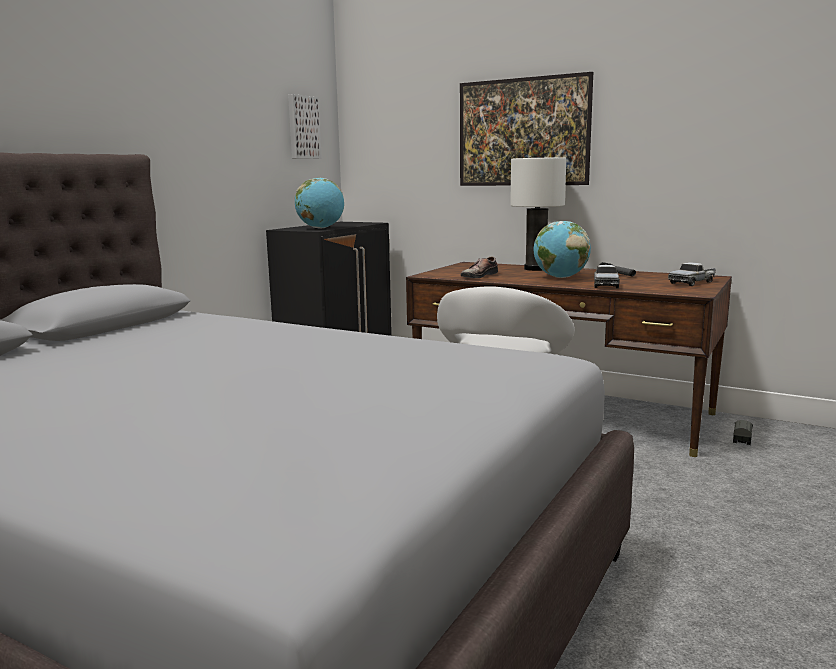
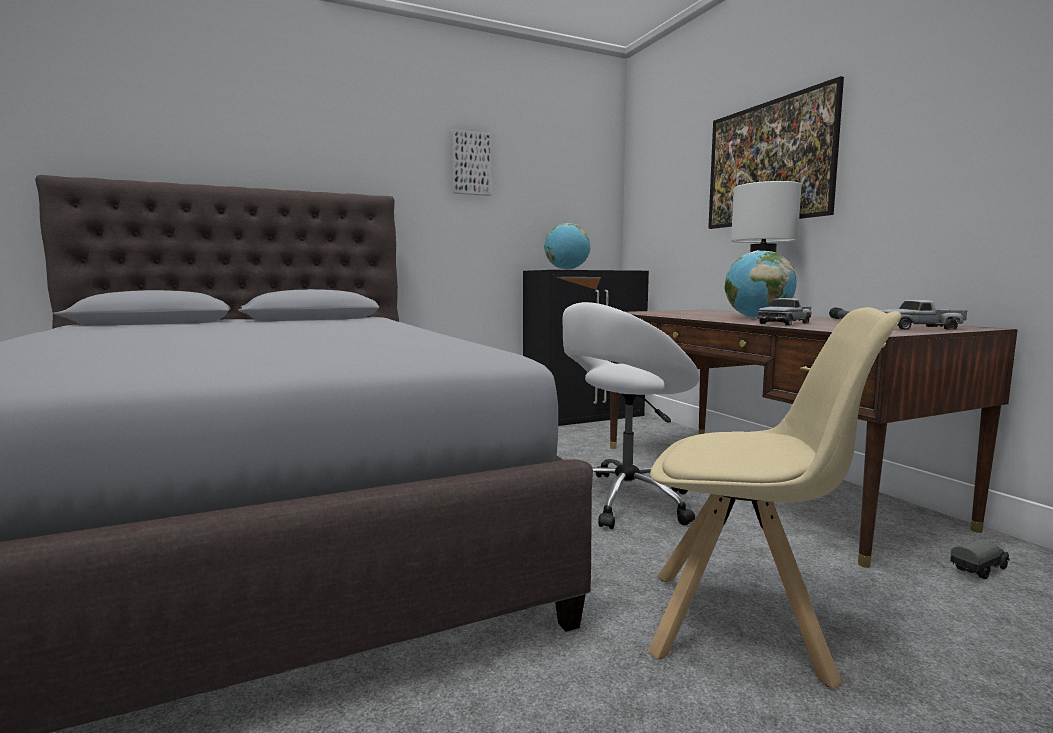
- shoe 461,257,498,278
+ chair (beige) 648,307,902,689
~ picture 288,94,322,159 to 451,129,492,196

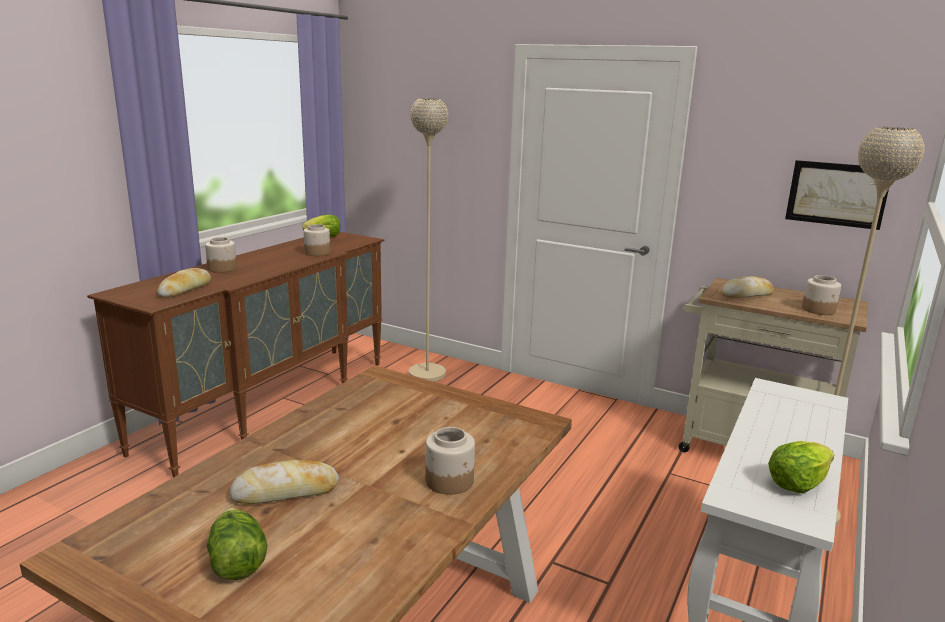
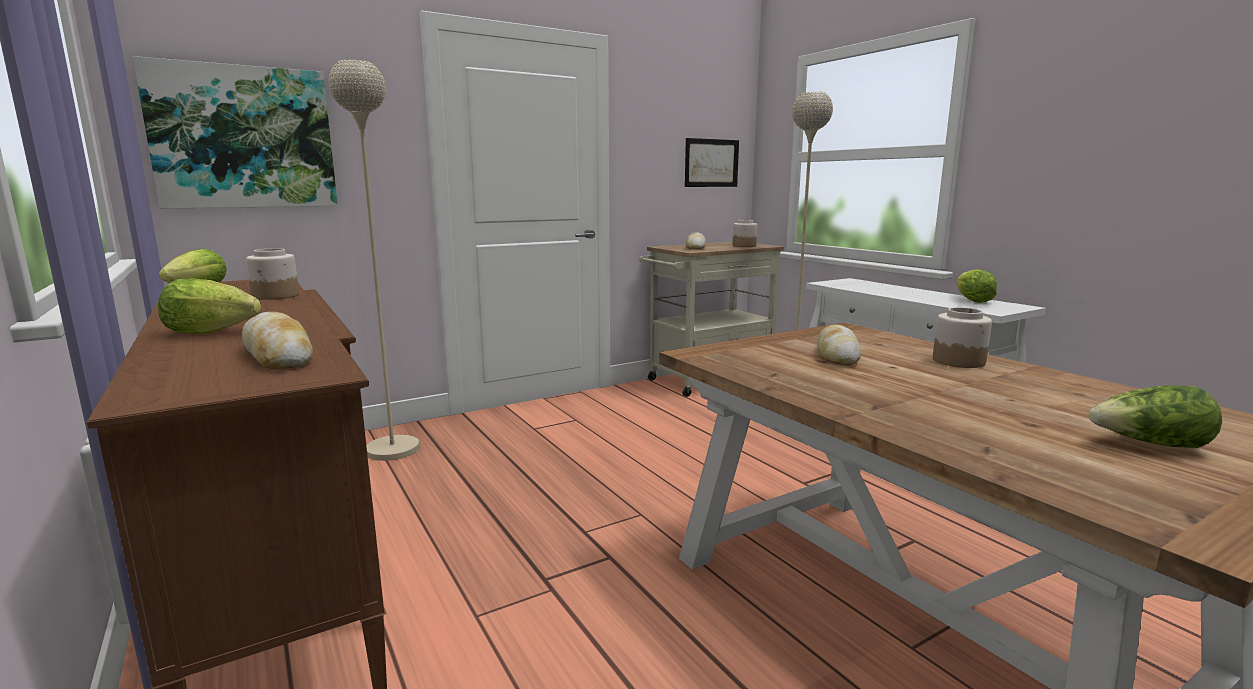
+ picture 133,56,338,209
~ bread 230,460,339,504 to 817,324,861,365
~ jar 205,237,237,273 to lettuce 158,279,261,334

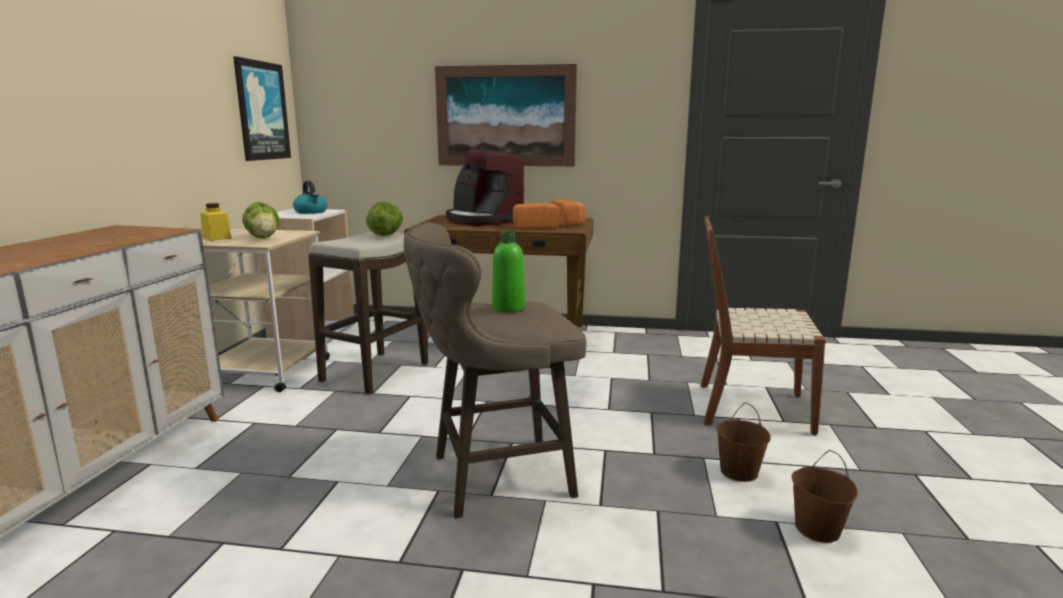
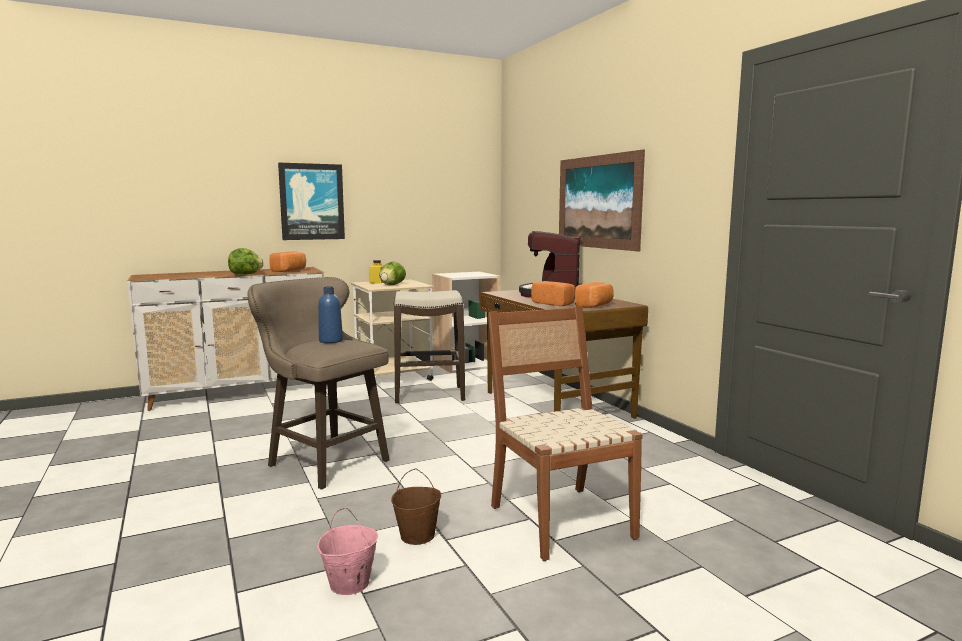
- kettle 293,181,327,214
+ bread 269,252,306,272
~ picture 233,56,291,161 to 278,163,345,240
~ lettuce 366,201,403,236 to 228,248,263,275
~ bottle (green) 492,231,525,312 to bottle (blue) 318,286,343,343
~ bucket (brown) 792,450,858,543 to bucket (pink) 318,507,378,595

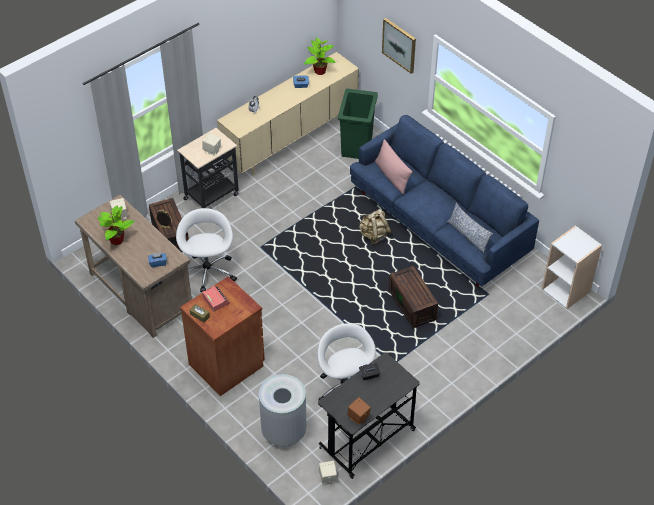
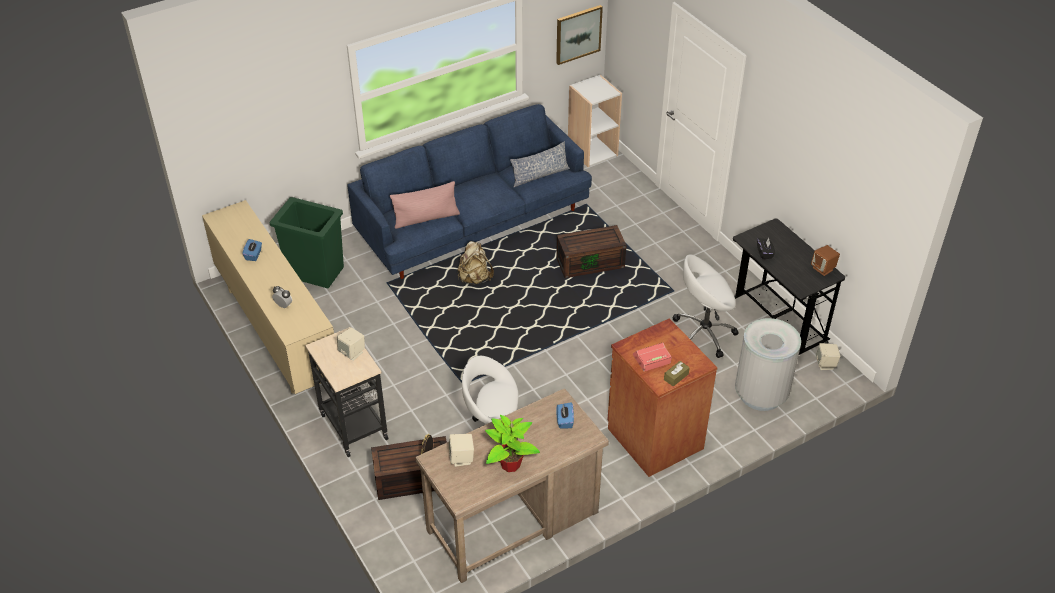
- potted plant 304,38,335,75
~ picture 382,18,416,74 to 556,5,603,65

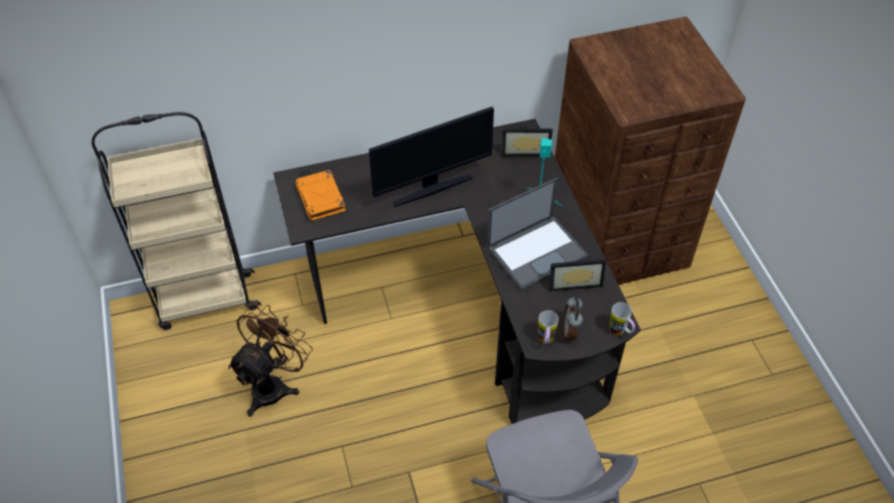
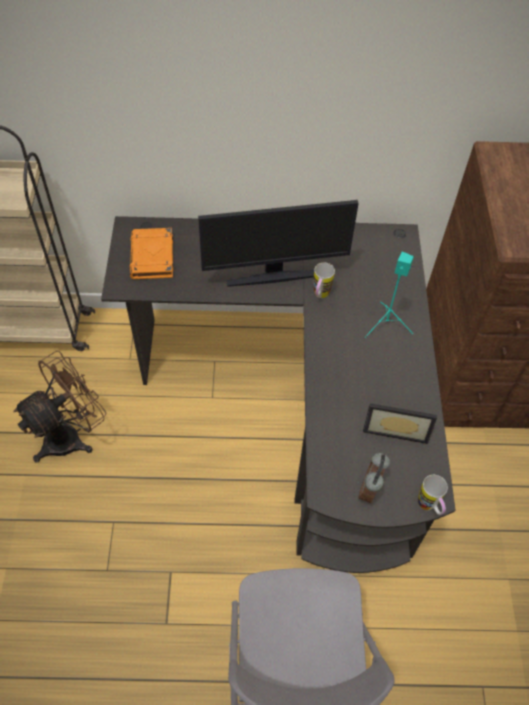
- laptop 487,178,588,291
- picture frame 502,129,552,156
~ mug 538,310,559,344 to 313,263,335,298

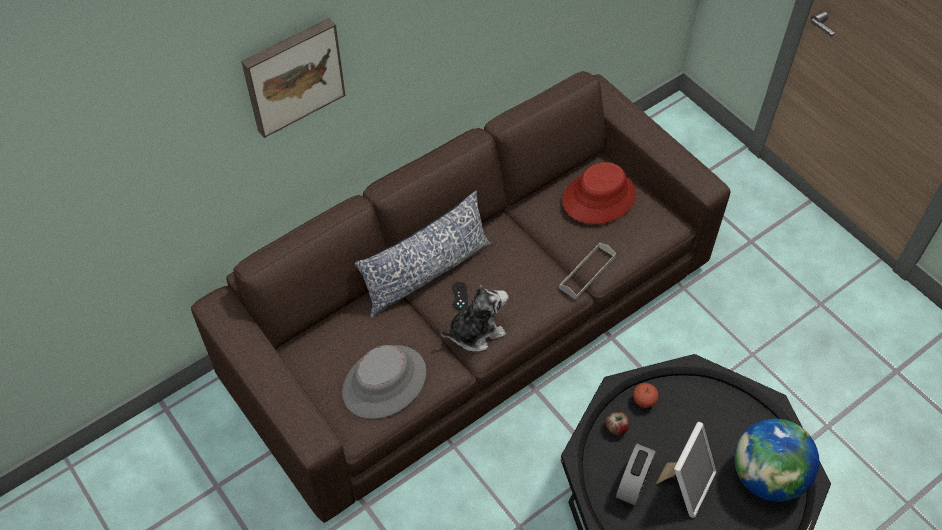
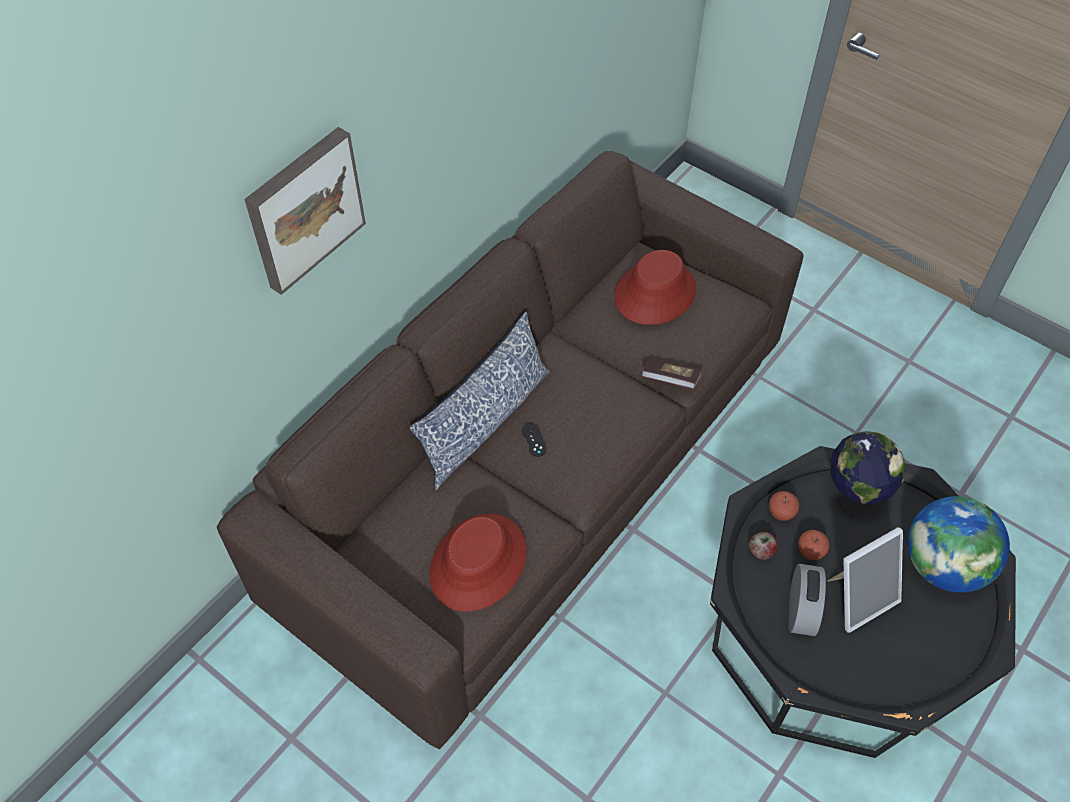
- plush toy 441,285,508,352
+ apple 798,530,829,560
+ globe 830,431,906,521
~ tray (grey) 559,243,616,300 to book 642,358,702,389
~ hat (grey) 342,345,426,419 to hat (red) 429,514,527,612
~ picture frame 657,422,716,518 = 827,527,903,633 45 degrees clockwise

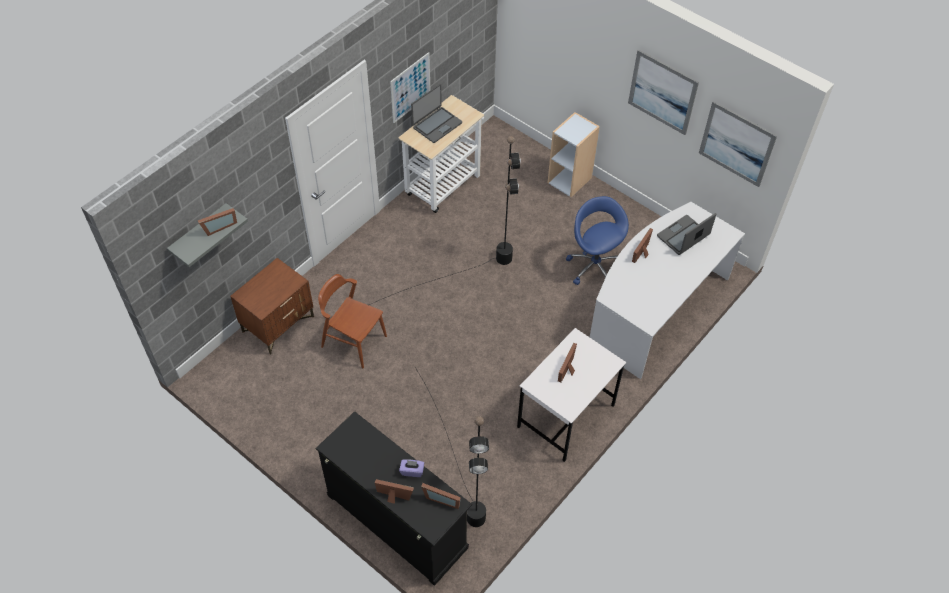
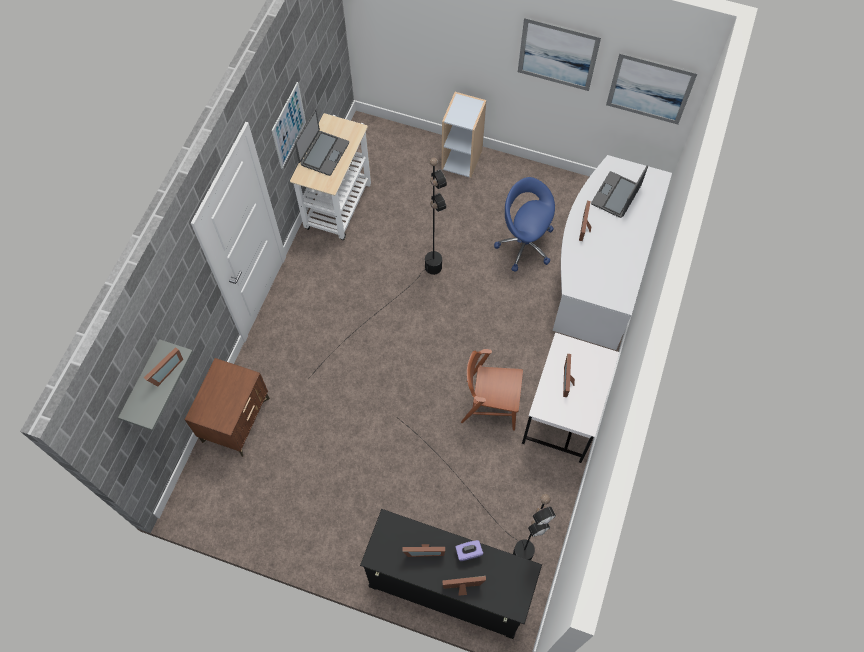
~ chair (brown) 318,274,387,368 to 461,349,523,431
~ picture frame 421,483,461,509 to 402,544,445,557

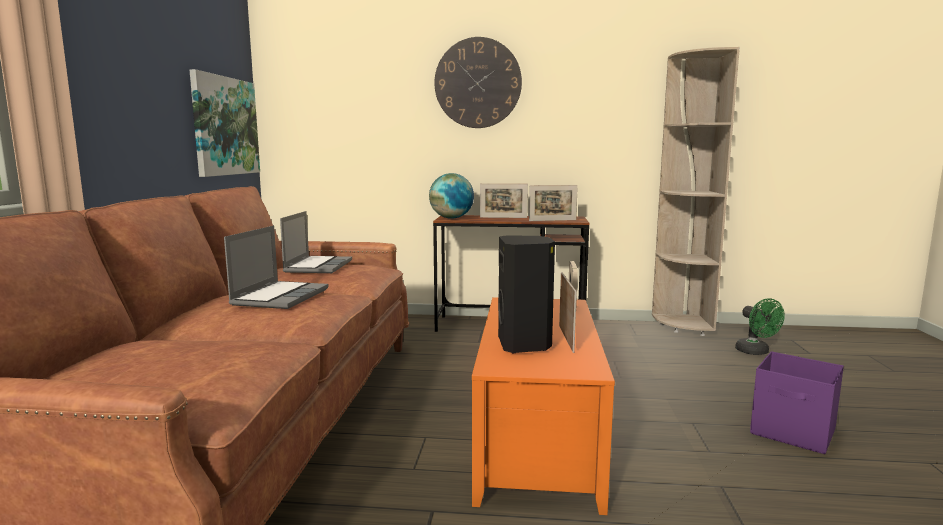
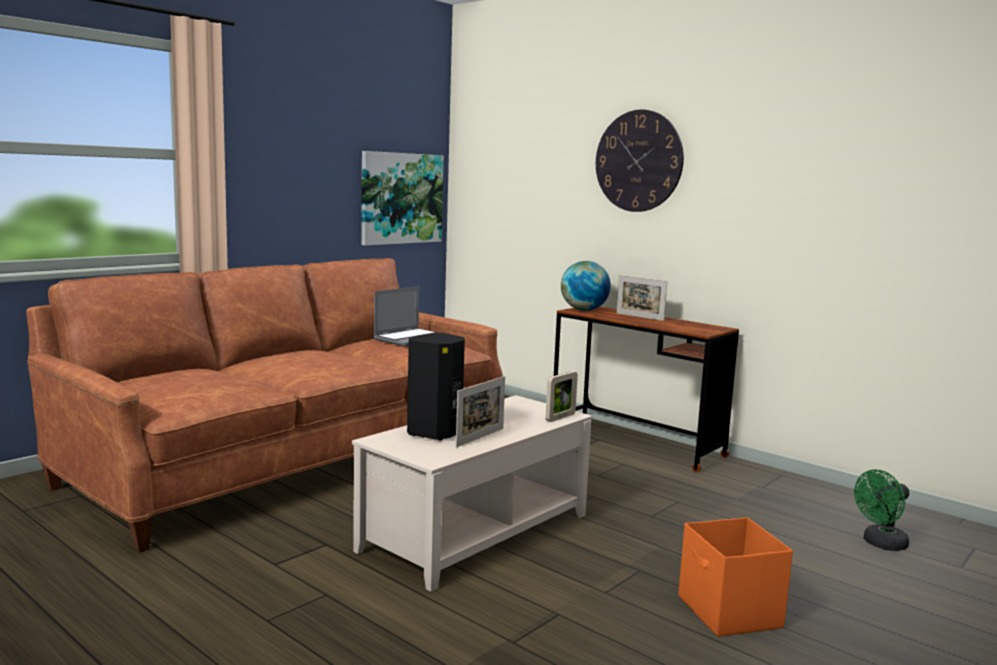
- laptop 224,226,329,309
- picture frame 529,185,578,221
- bookcase (beige) 652,47,740,336
~ coffee table (orange) 472,297,615,515 to coffee table (beige) 352,395,593,592
~ storage box (purple) 750,351,844,454 to storage box (orange) 678,517,793,637
~ fan (green) 735,299,785,355 = 854,469,909,551 45 degrees clockwise

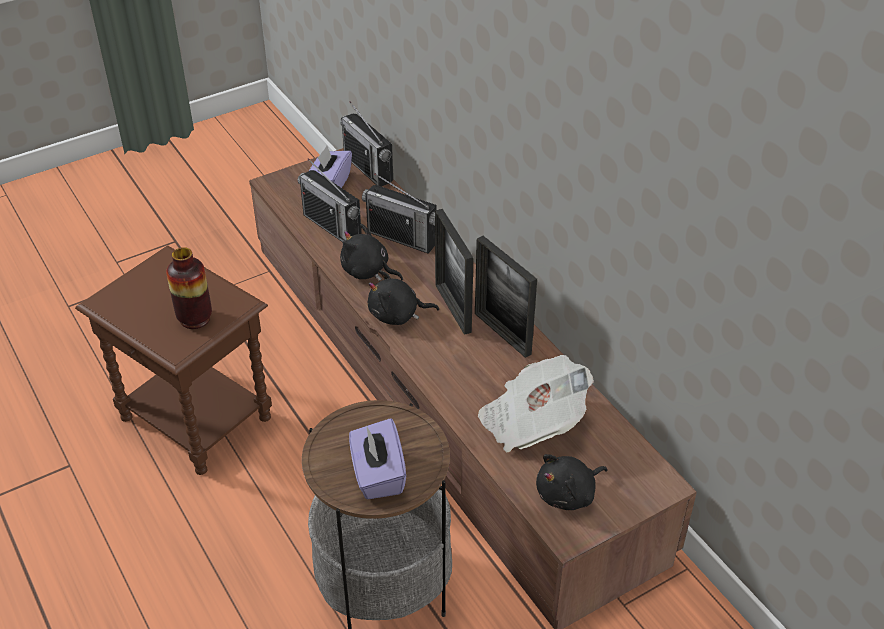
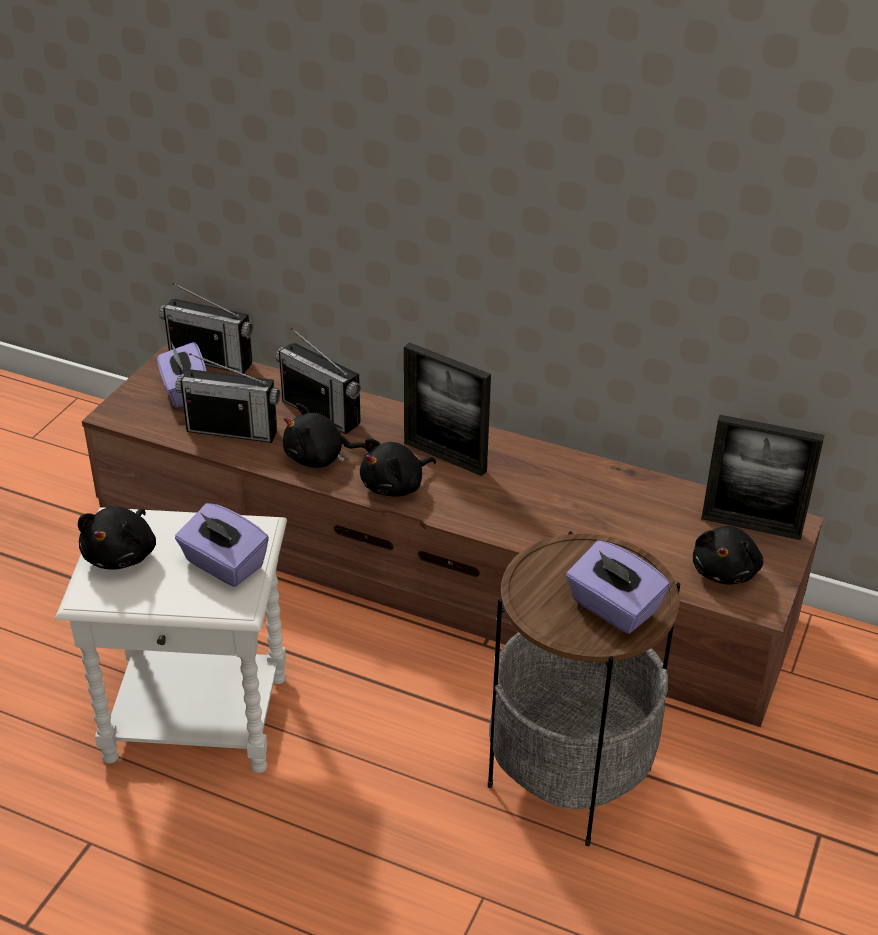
- newspaper 478,355,594,452
+ plush toy (black) 78,507,156,570
~ picture frame 475,236,537,358 to 701,415,824,540
~ vase 166,247,212,329 to tissue box (purple) 175,503,269,587
~ side table (brown) 75,245,272,475 to side table (white) 55,507,287,773
~ radio 362,174,436,254 = 275,327,361,434 45 degrees clockwise

